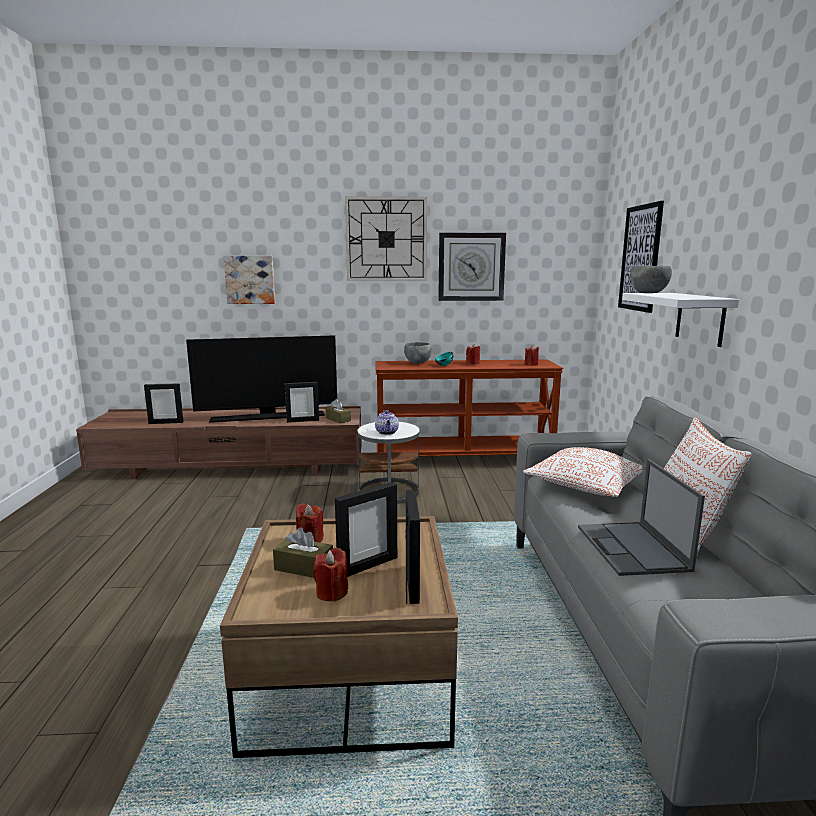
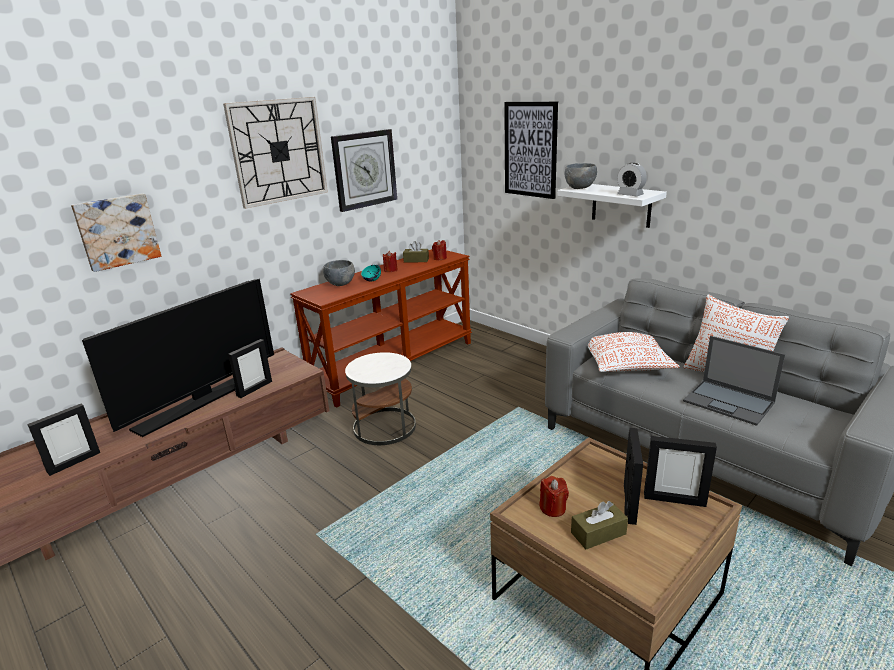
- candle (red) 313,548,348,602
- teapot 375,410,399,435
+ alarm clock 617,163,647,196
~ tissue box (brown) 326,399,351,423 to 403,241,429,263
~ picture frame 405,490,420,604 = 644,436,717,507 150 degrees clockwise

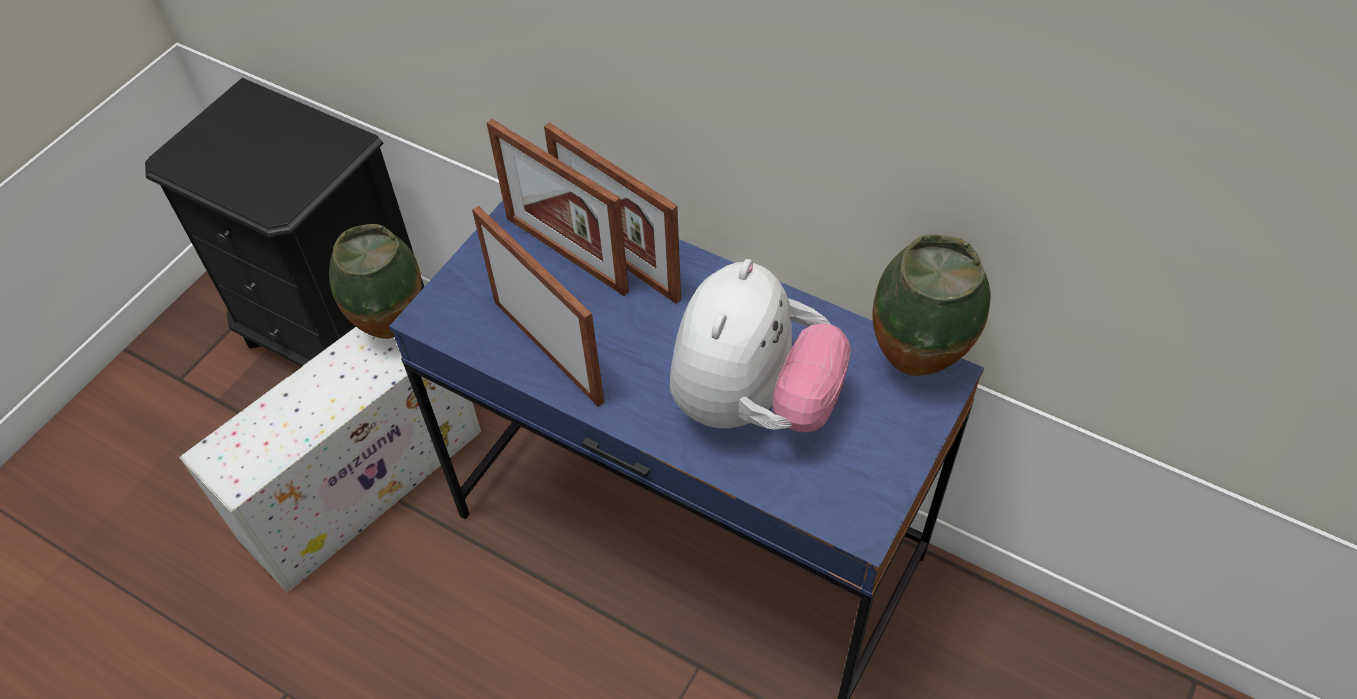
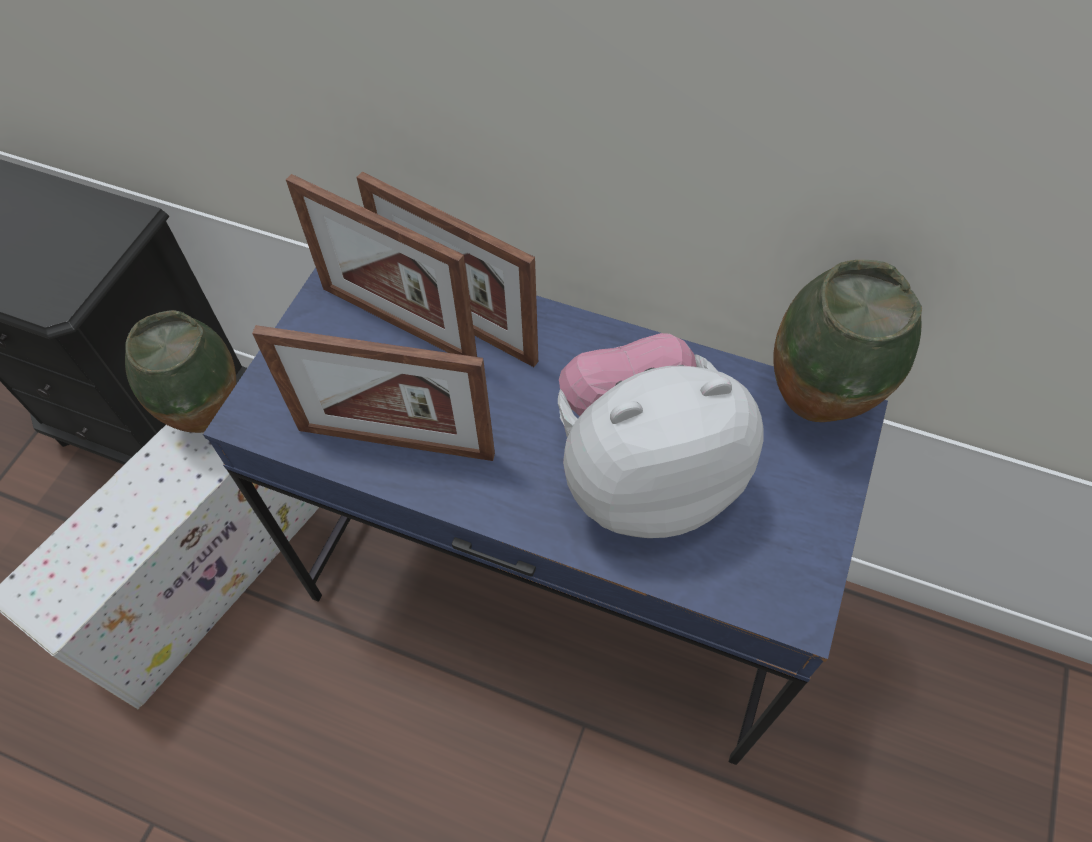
~ picture frame 472,206,604,407 = 252,325,495,461 150 degrees clockwise
~ plush toy 670,259,851,432 = 558,333,764,538 120 degrees counterclockwise

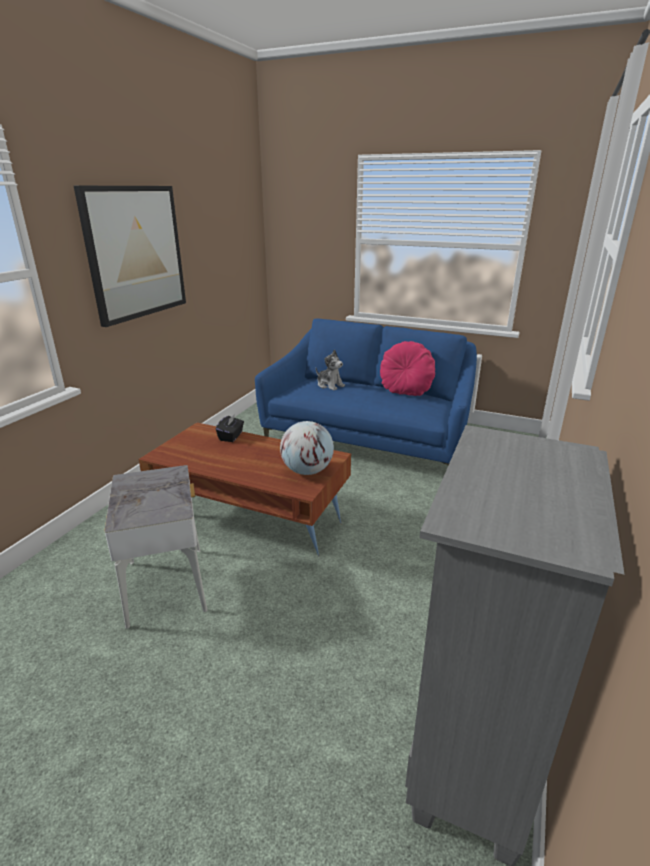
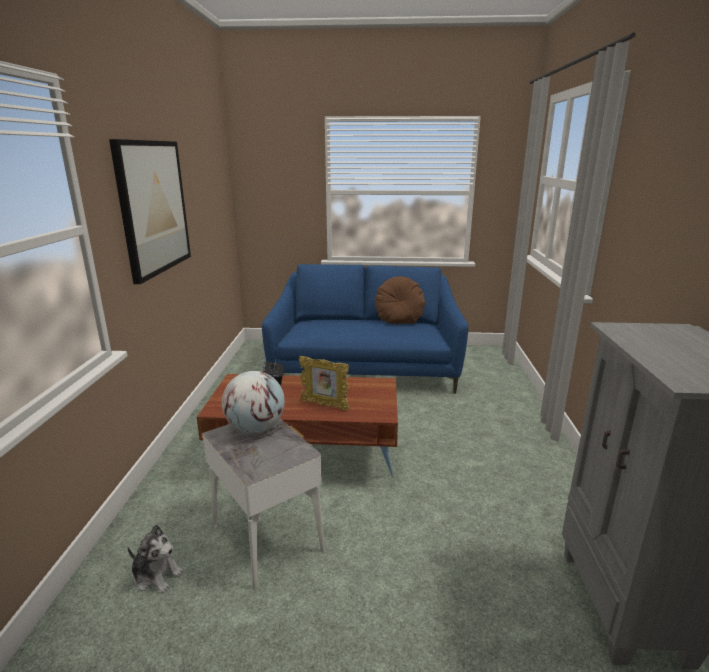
+ picture frame 299,356,349,410
~ globe 280,421,334,475 to 222,371,285,433
~ plush toy 316,350,345,390 to 127,524,184,594
~ pillow (pink) 380,341,435,396 to pillow (brown) 375,276,426,324

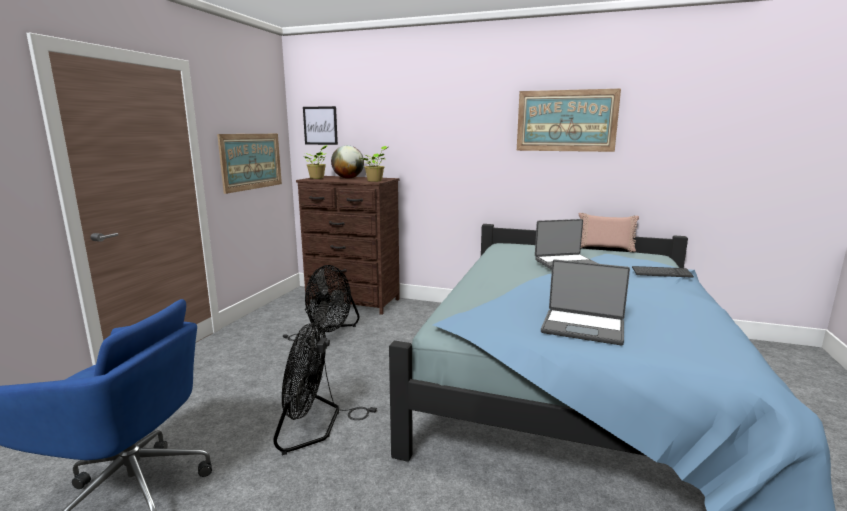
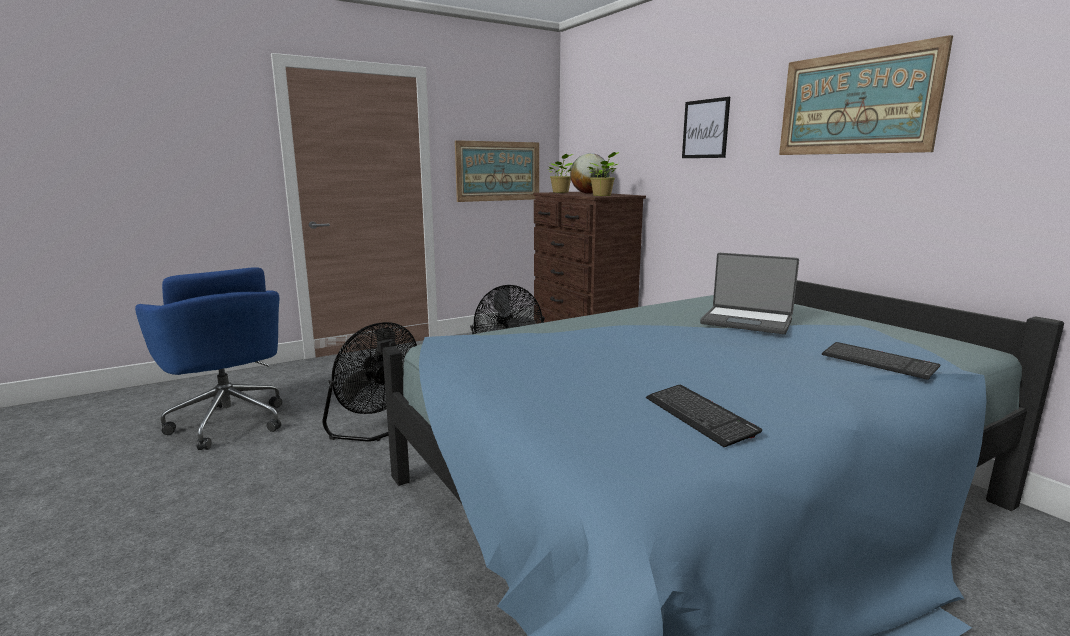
- laptop 541,260,630,345
- pillow (beige) 579,213,639,252
+ keyboard 646,385,762,447
~ picture 303,106,338,145 to 682,97,730,158

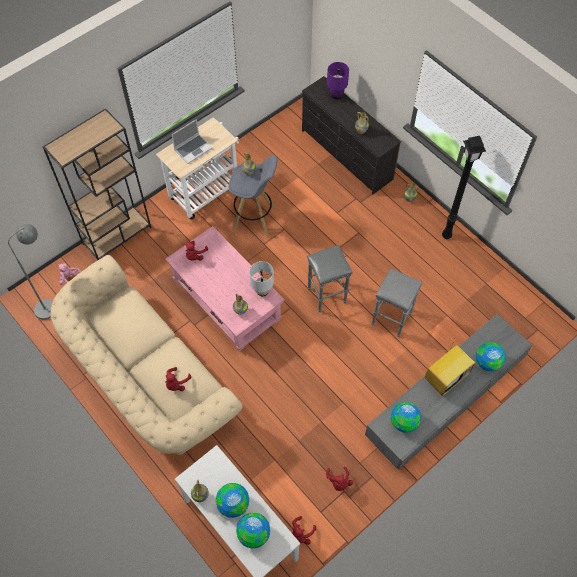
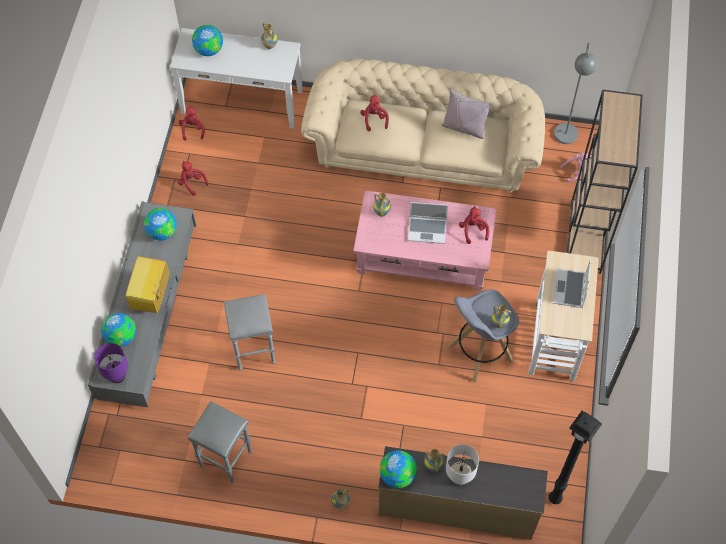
+ laptop 408,202,448,244
+ pillow (purple) 441,89,492,139
~ globe 216,483,249,518 to 380,450,417,488
~ table lamp (white) 249,261,274,296 to 446,444,479,485
~ stool (grey) 307,245,352,312 to 187,401,252,483
~ table lamp (purple) 327,62,349,99 to 94,343,128,383
~ floor lamp (black) 442,136,486,239 to 549,411,602,504

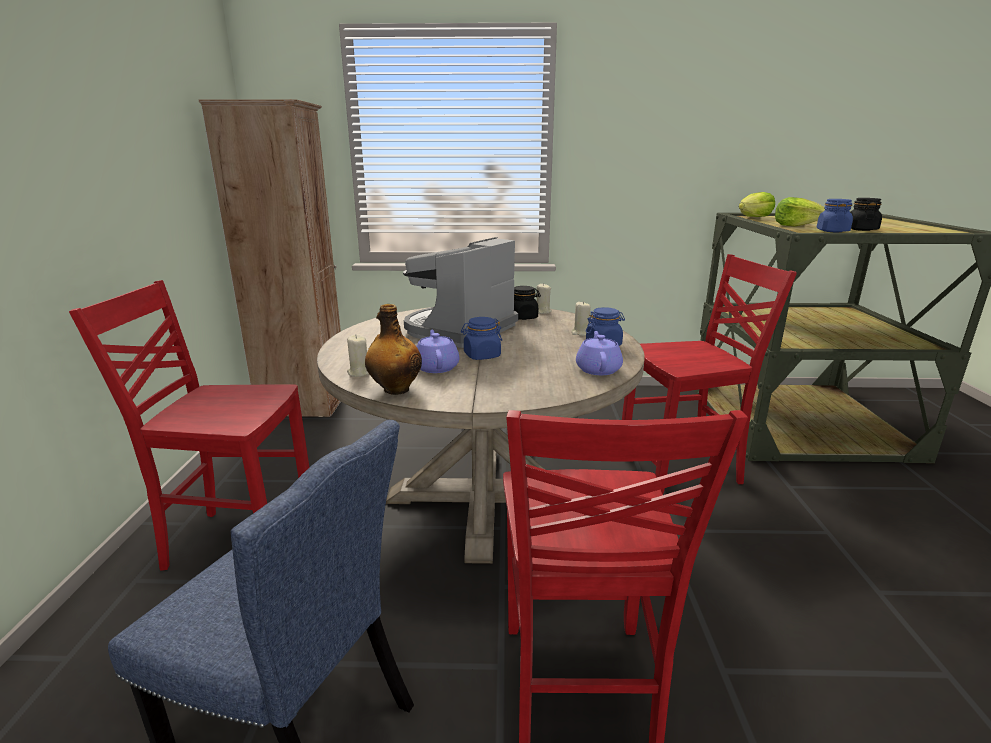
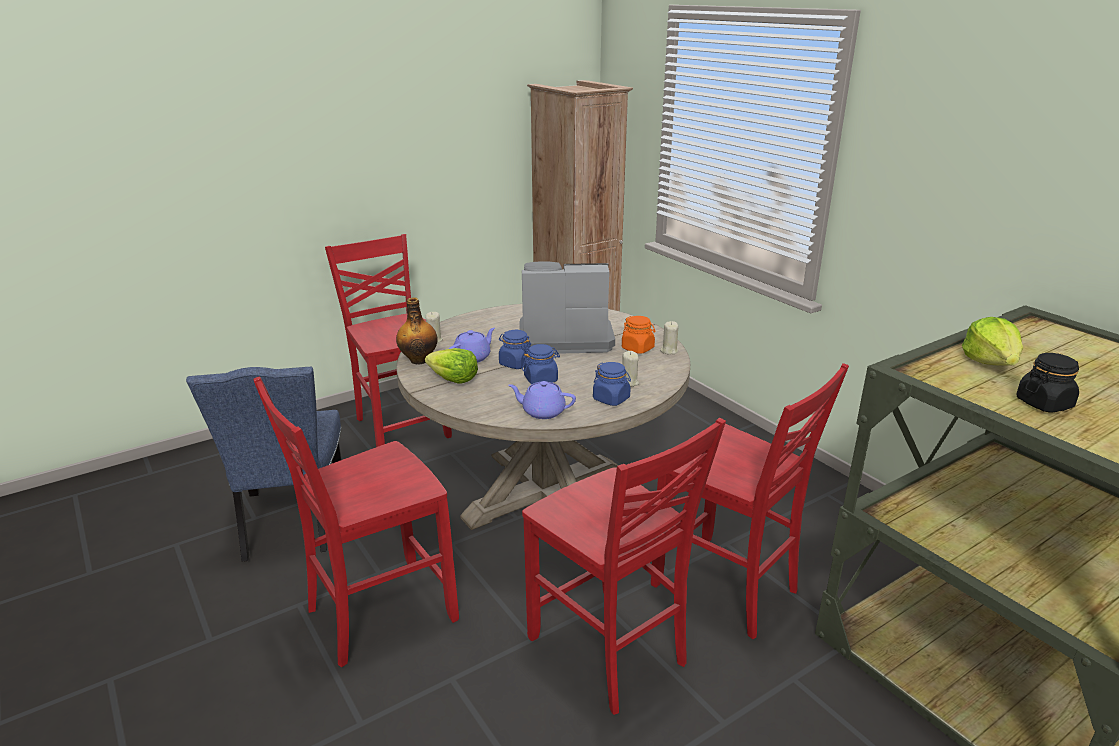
+ chair (red) 522,418,726,715
~ lettuce 739,192,775,217 to 425,348,478,384
~ jar (blue) 817,199,853,232 to 522,344,560,384
~ jar (black) 514,286,541,320 to jar (orange) 622,316,655,354
~ teapot (purple) 576,331,623,375 = 508,381,576,419 135 degrees counterclockwise

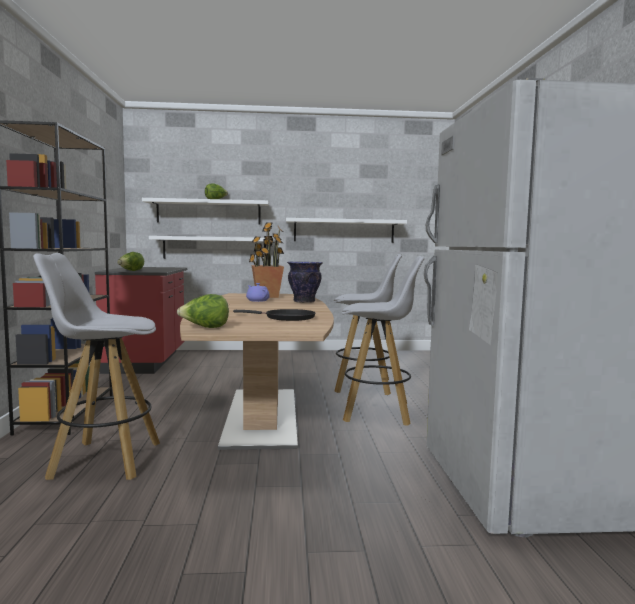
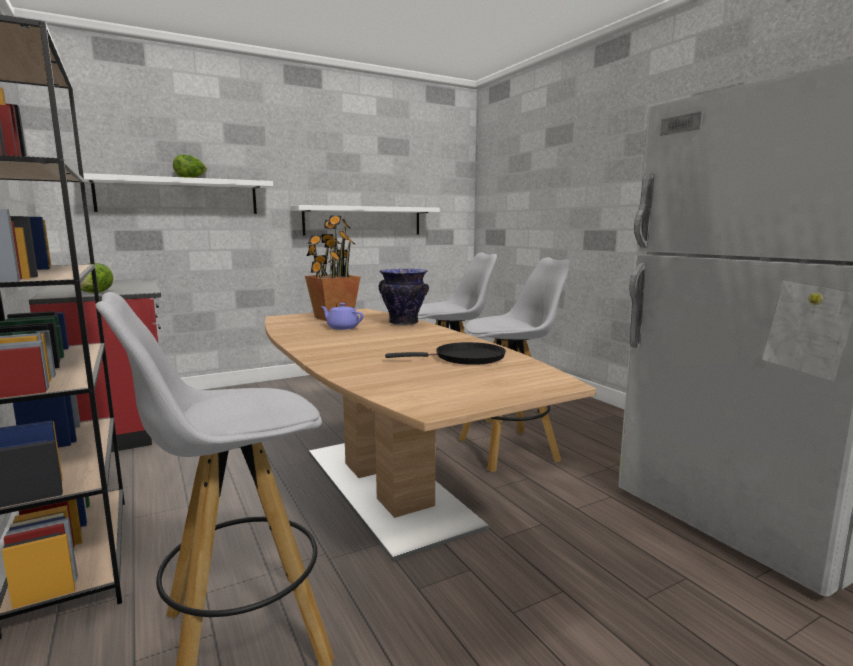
- shelf (white) 149,236,274,259
- lettuce 177,294,229,328

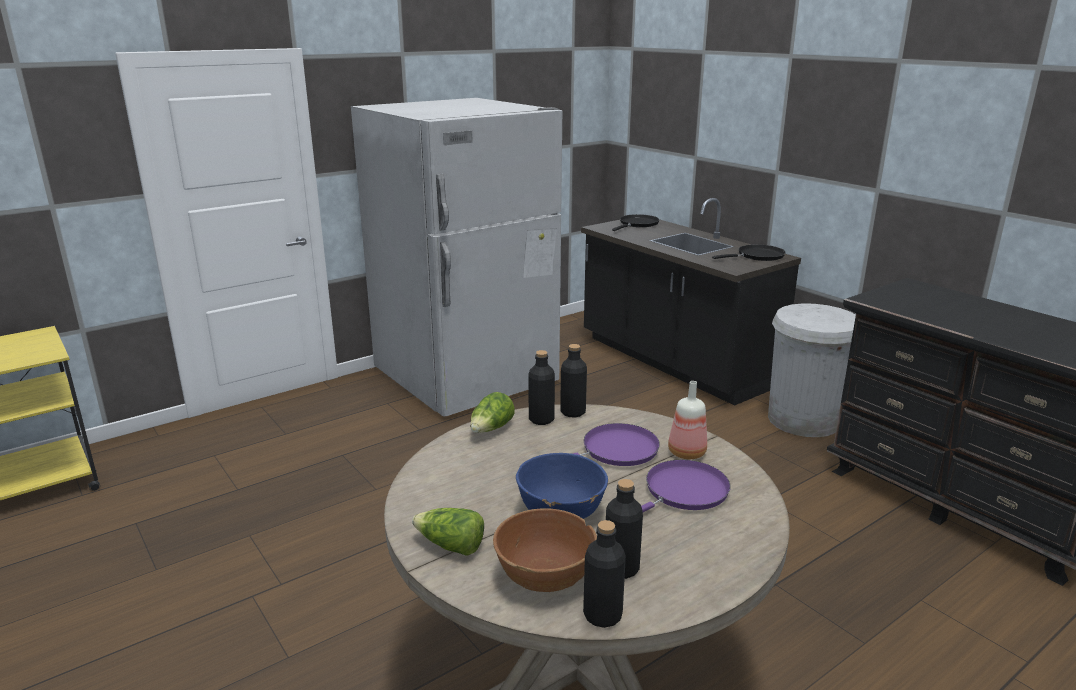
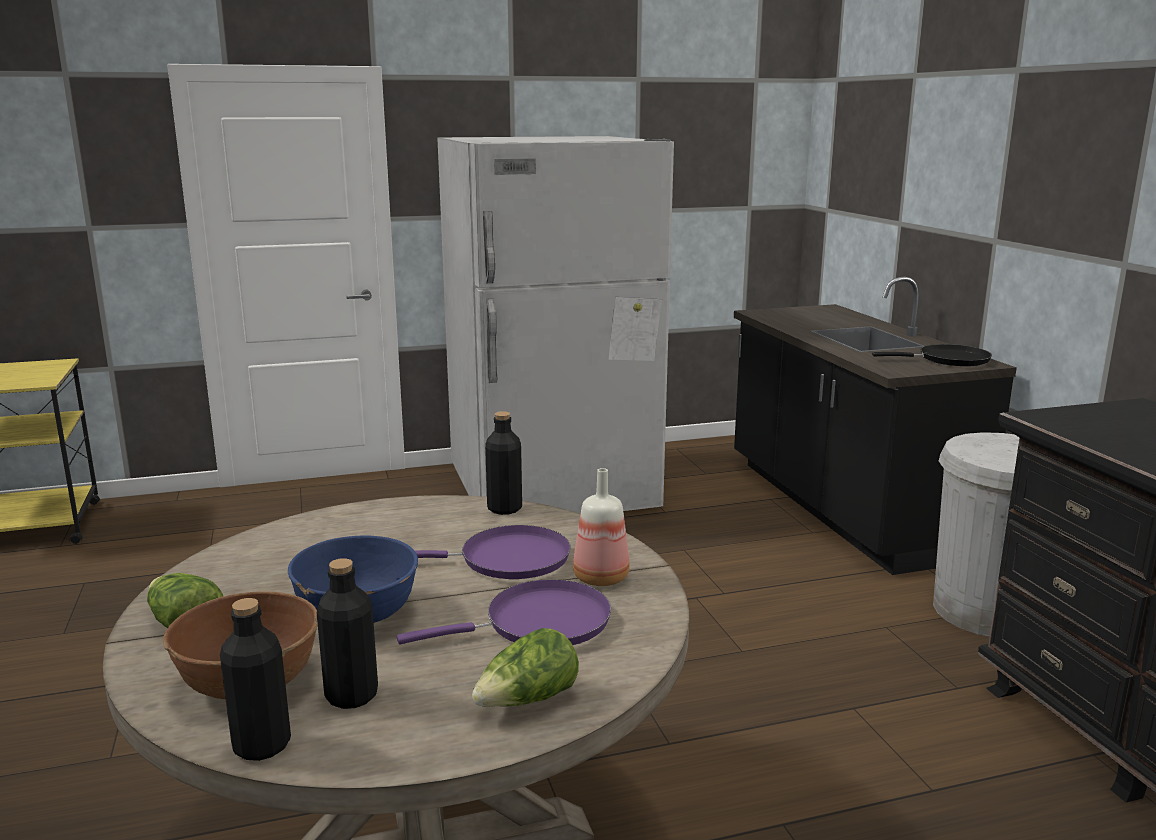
- bottle (black) 528,350,555,425
- frying pan (black) 612,214,659,231
~ lettuce 470,392,515,433 to 472,628,579,707

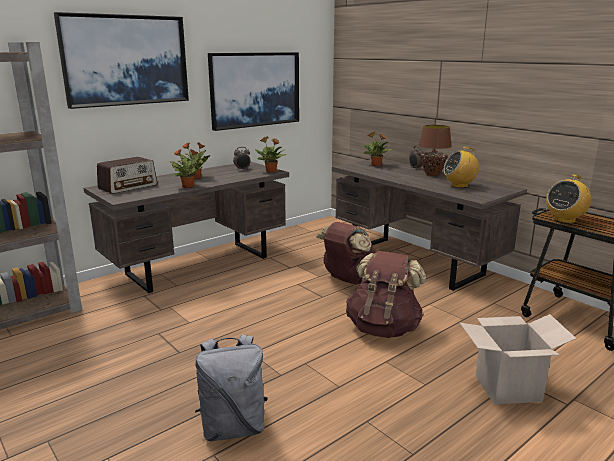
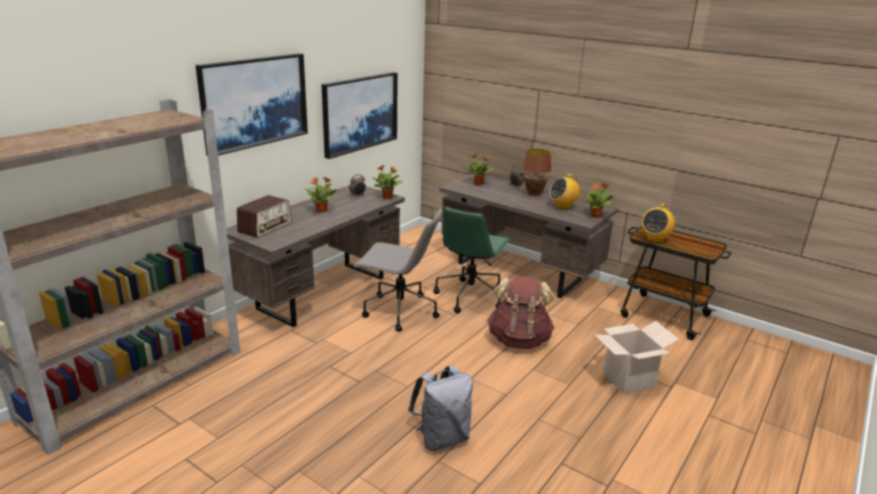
+ office chair (grey) 354,209,443,332
~ potted plant 169,148,204,188 to 583,182,616,217
~ backpack (brown) 316,222,377,284 to office chair (green) 433,207,511,313

